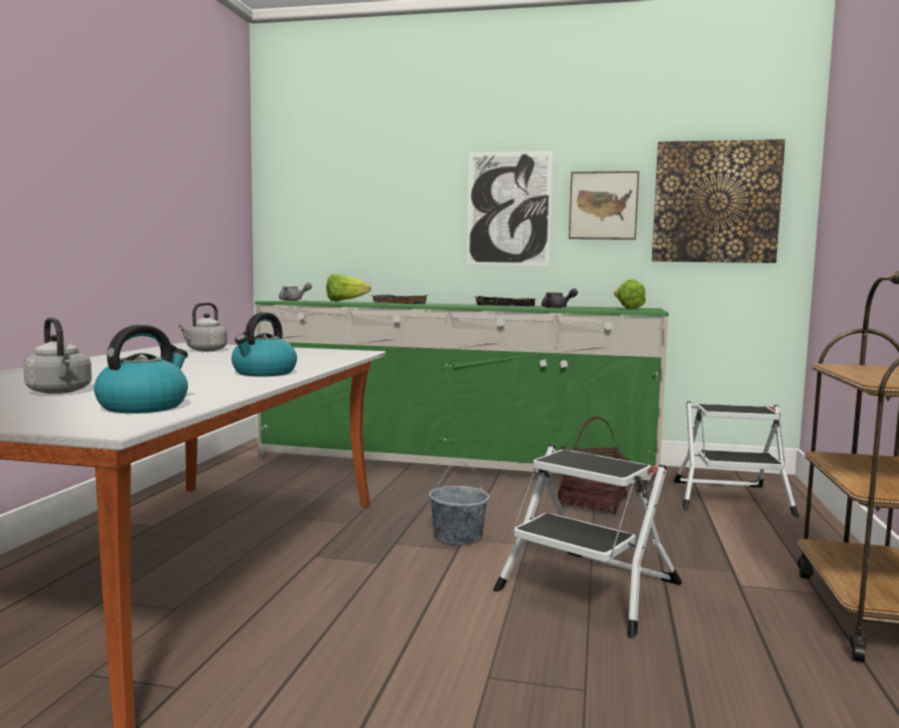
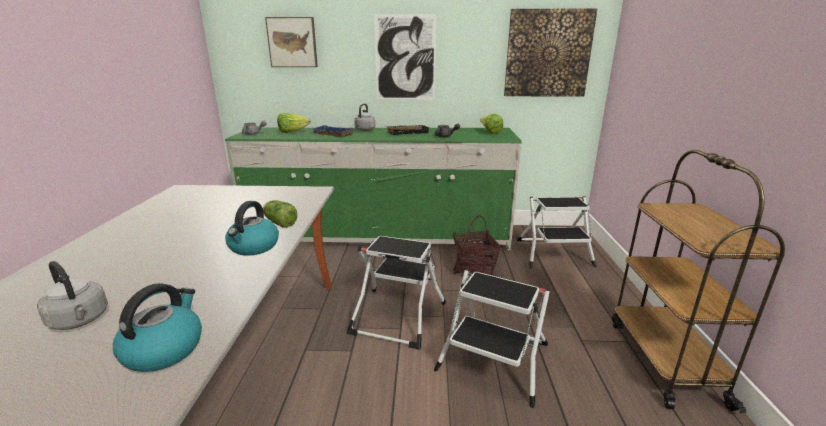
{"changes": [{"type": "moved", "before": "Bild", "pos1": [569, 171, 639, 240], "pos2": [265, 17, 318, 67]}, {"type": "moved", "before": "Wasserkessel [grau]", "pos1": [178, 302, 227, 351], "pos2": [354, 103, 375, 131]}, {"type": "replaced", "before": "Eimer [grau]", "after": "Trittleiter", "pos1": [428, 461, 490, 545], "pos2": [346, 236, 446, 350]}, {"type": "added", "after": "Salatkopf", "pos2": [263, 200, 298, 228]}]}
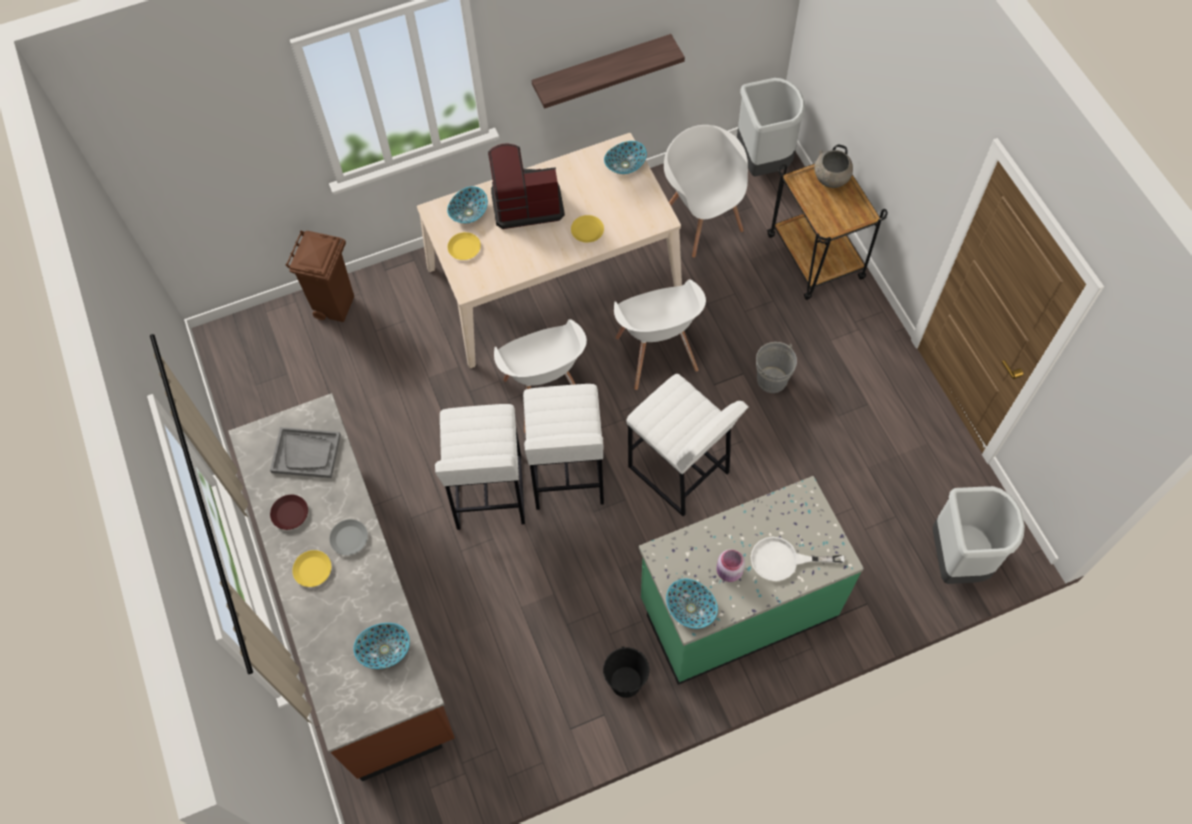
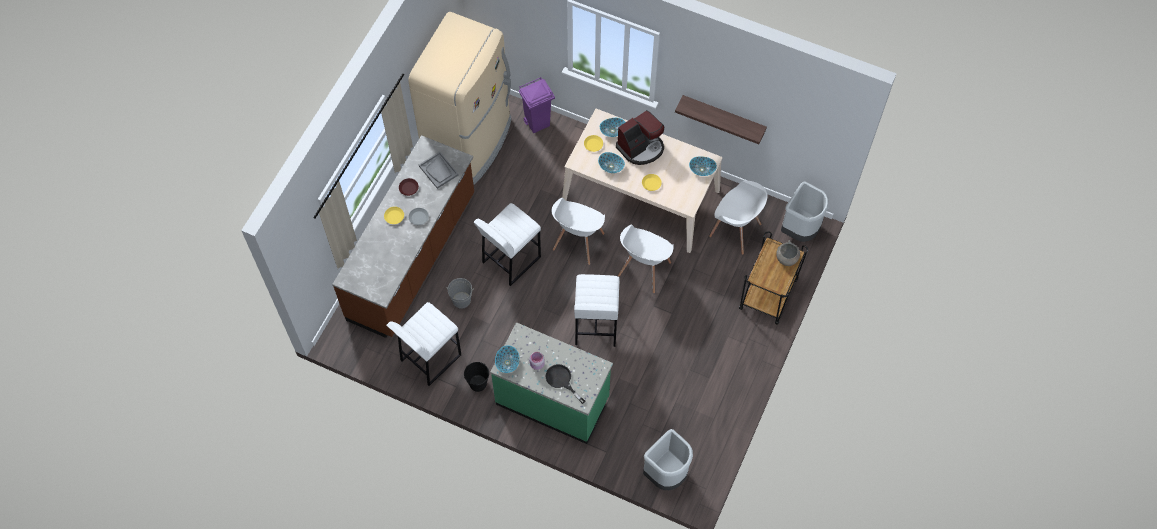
{"changes": [{"type": "turned", "before": "Stuhl [weiß]", "pos1": [664, 125, 748, 258], "pos2": [709, 181, 767, 255], "turn": 105}, {"type": "turned", "before": "Kaffeemaschine", "pos1": [488, 143, 565, 229], "pos2": [616, 110, 664, 165], "turn": 105}, {"type": "recoloured", "before": "Mülleimer [braun]", "after": "Mülleimer [lila]", "pos1": [286, 231, 354, 322], "pos2": [519, 77, 555, 133]}, {"type": "moved", "before": "Eimer [grau]", "pos1": [756, 342, 797, 393], "pos2": [446, 278, 474, 309]}, {"type": "moved", "before": "Hocker [weiß]", "pos1": [523, 384, 604, 510], "pos2": [386, 302, 461, 386]}, {"type": "recoloured", "before": "Pfanne [weiß]", "after": "Pfanne [schwarz]", "pos1": [751, 537, 844, 581], "pos2": [546, 364, 585, 404]}, {"type": "moved", "before": "Schüssel", "pos1": [353, 623, 410, 669], "pos2": [598, 152, 625, 173]}, {"type": "added", "after": "Kühlschrank [beige]", "pos2": [409, 12, 511, 185]}]}
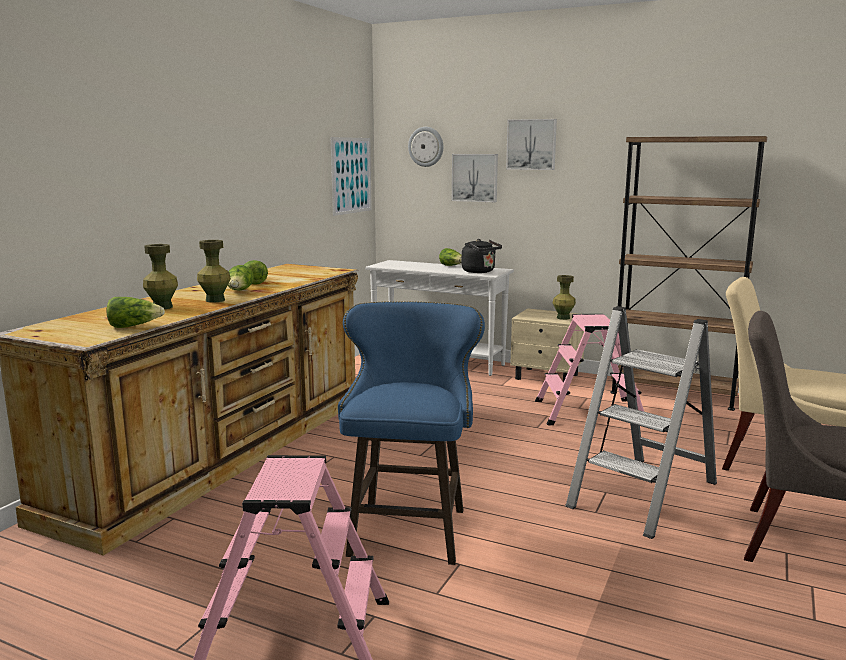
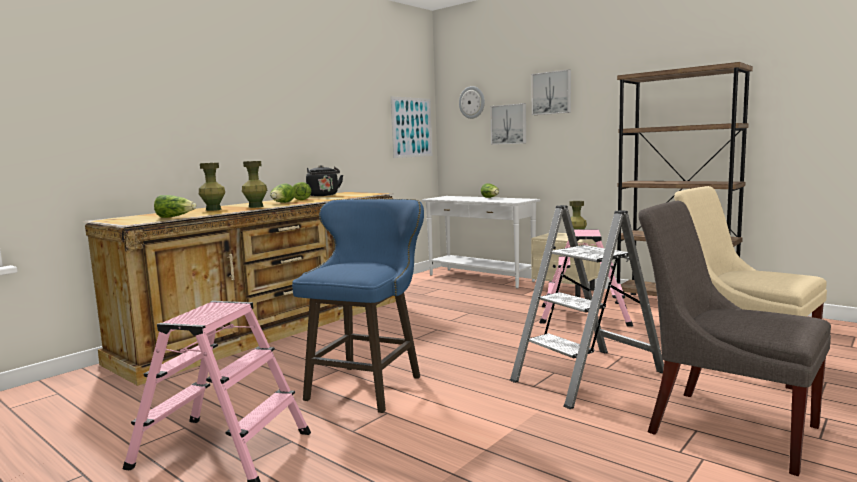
{"changes": [{"type": "moved", "before": "Wasserkessel [schwarz]", "pos1": [462, 239, 502, 273], "pos2": [306, 165, 343, 196]}]}
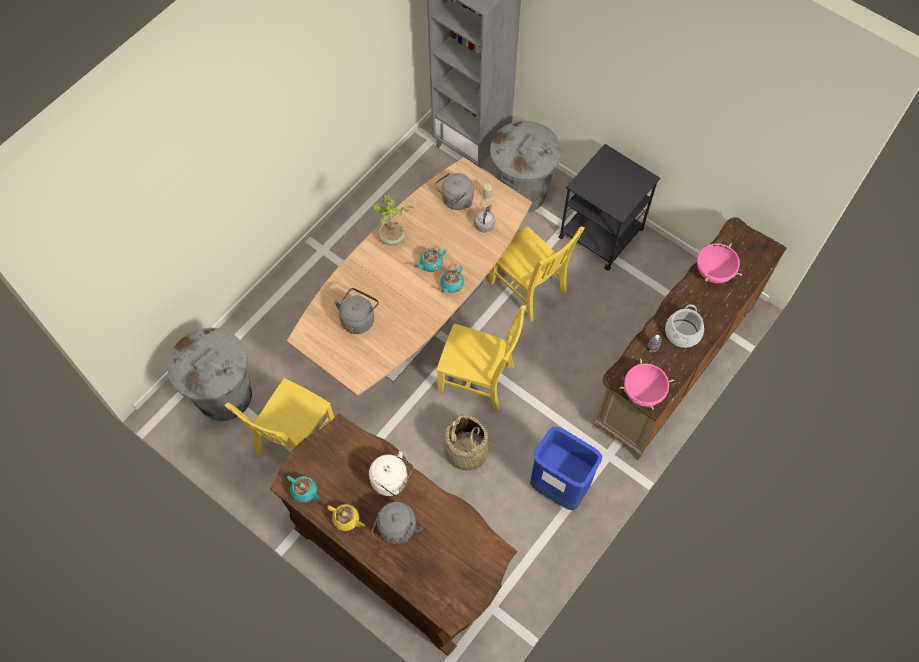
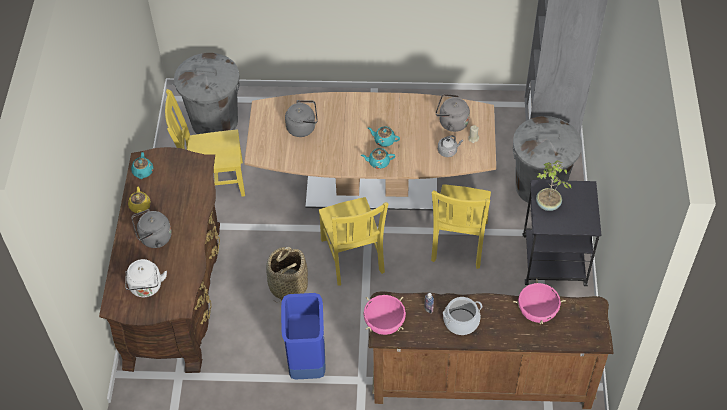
{"changes": [{"type": "moved", "before": "Topfpflanze", "pos1": [371, 194, 413, 245], "pos2": [536, 160, 572, 211]}, {"type": "moved", "before": "Wasserkessel [weiß]", "pos1": [369, 449, 414, 496], "pos2": [125, 259, 167, 297]}]}
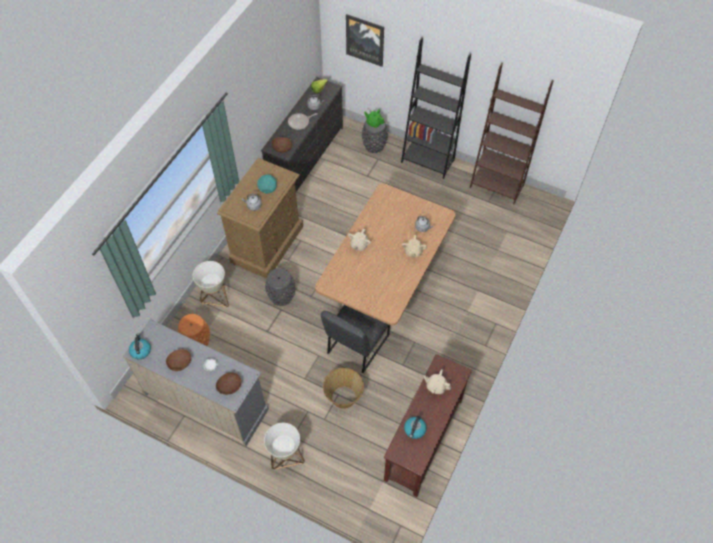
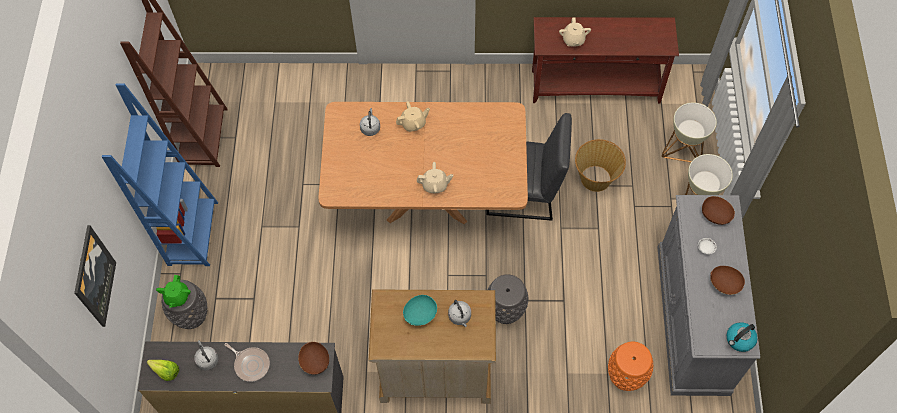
{"changes": [{"type": "recoloured", "before": "Bücherregal [schwarz]", "after": "Bücherregal [blau]", "pos1": [401, 37, 471, 179], "pos2": [102, 84, 218, 266]}, {"type": "moved", "before": "Pflanzkübel", "pos1": [193, 261, 229, 307], "pos2": [662, 102, 717, 162]}, {"type": "removed", "before": "Wasserkessel", "pos1": [404, 416, 427, 439]}]}
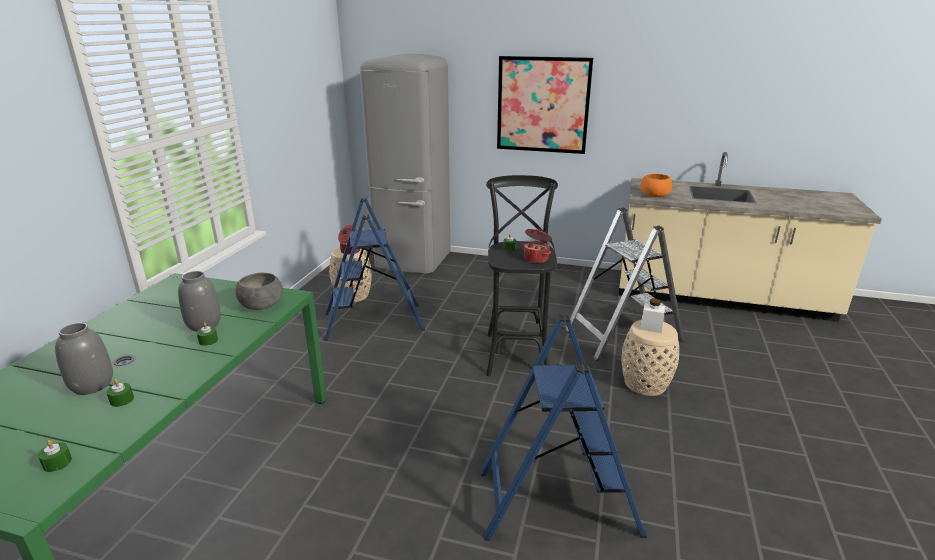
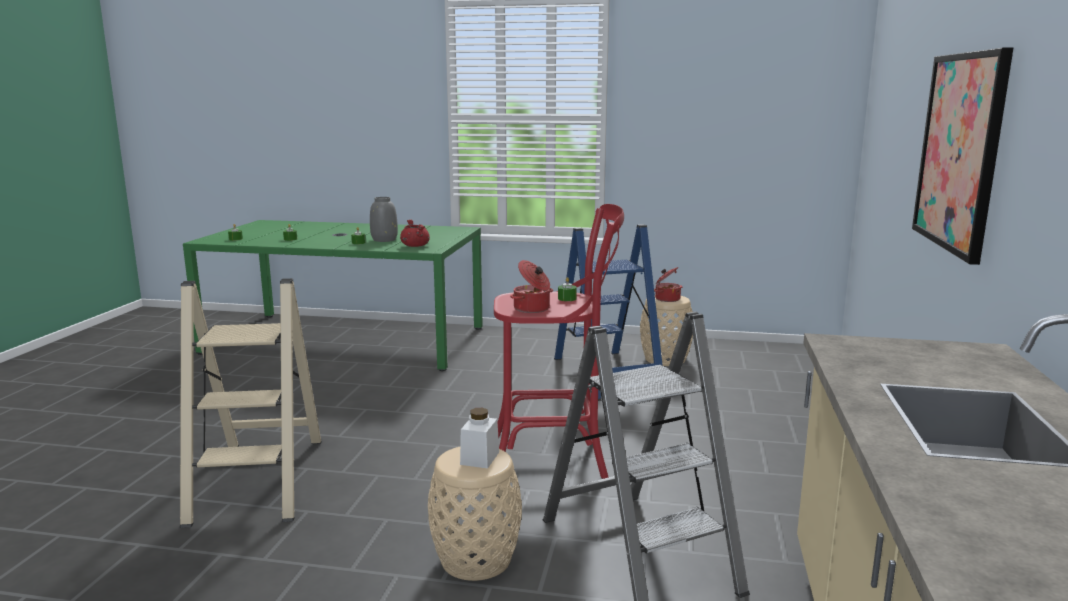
{"changes": [{"type": "removed", "before": "Kühlschrank [grau]", "pos1": [360, 54, 450, 273]}, {"type": "removed", "before": "Schüssel [orange]", "pos1": [641, 174, 672, 197]}, {"type": "recoloured", "before": "Hocker [schwarz]", "after": "Hocker [rot]", "pos1": [486, 175, 558, 376], "pos2": [494, 204, 624, 479]}, {"type": "replaced", "before": "Schüssel [grau]", "after": "Kochtopf [rot]", "pos1": [235, 273, 283, 310], "pos2": [400, 219, 430, 247]}, {"type": "recoloured", "before": "Trittleiter [blau]", "after": "Trittleiter [beige]", "pos1": [480, 315, 647, 541], "pos2": [180, 278, 322, 528]}, {"type": "removed", "before": "Vase [grau]", "pos1": [55, 323, 113, 395]}]}
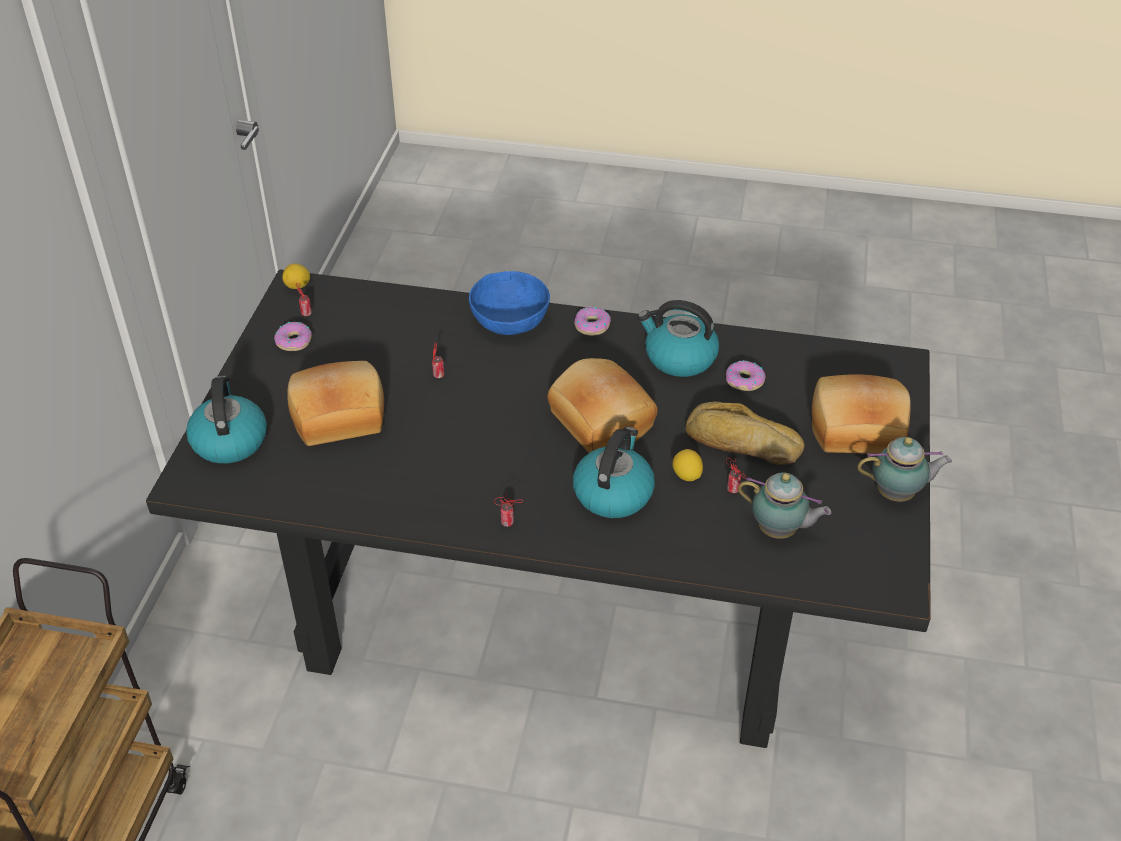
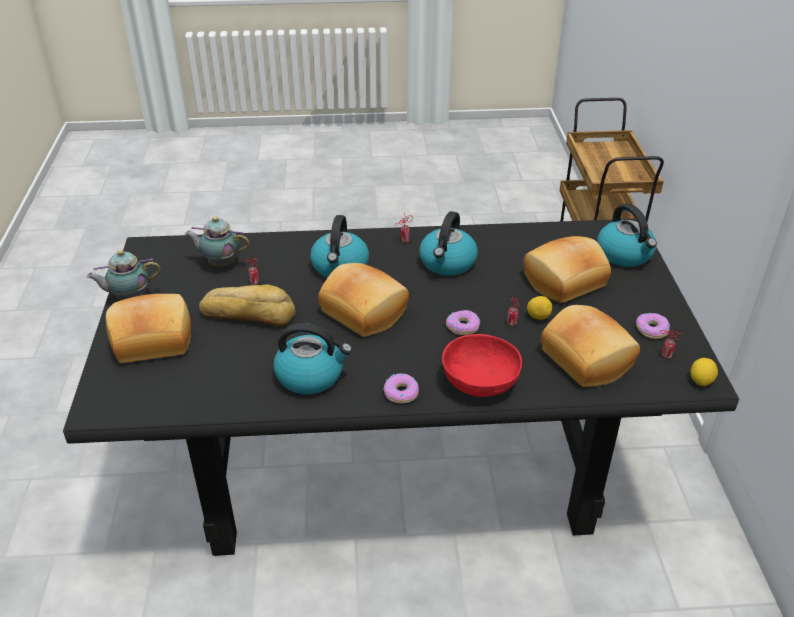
{"changes": [{"type": "recoloured", "before": "Schüssel [blau]", "after": "Schüssel [rot]", "pos1": [469, 271, 550, 335], "pos2": [442, 334, 522, 397]}, {"type": "moved", "before": "Donut", "pos1": [726, 360, 765, 391], "pos2": [446, 310, 480, 335]}, {"type": "moved", "before": "Zitrone", "pos1": [672, 449, 703, 481], "pos2": [527, 296, 552, 320]}, {"type": "added", "after": "Wasserkessel", "pos2": [419, 211, 478, 276]}, {"type": "added", "after": "Brot", "pos2": [541, 305, 640, 387]}]}
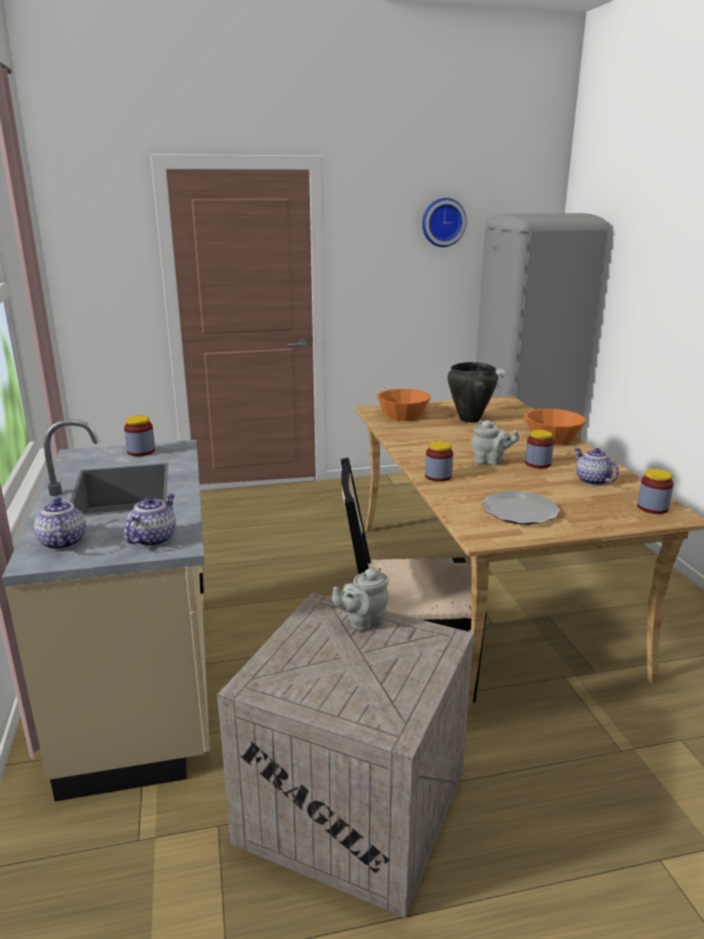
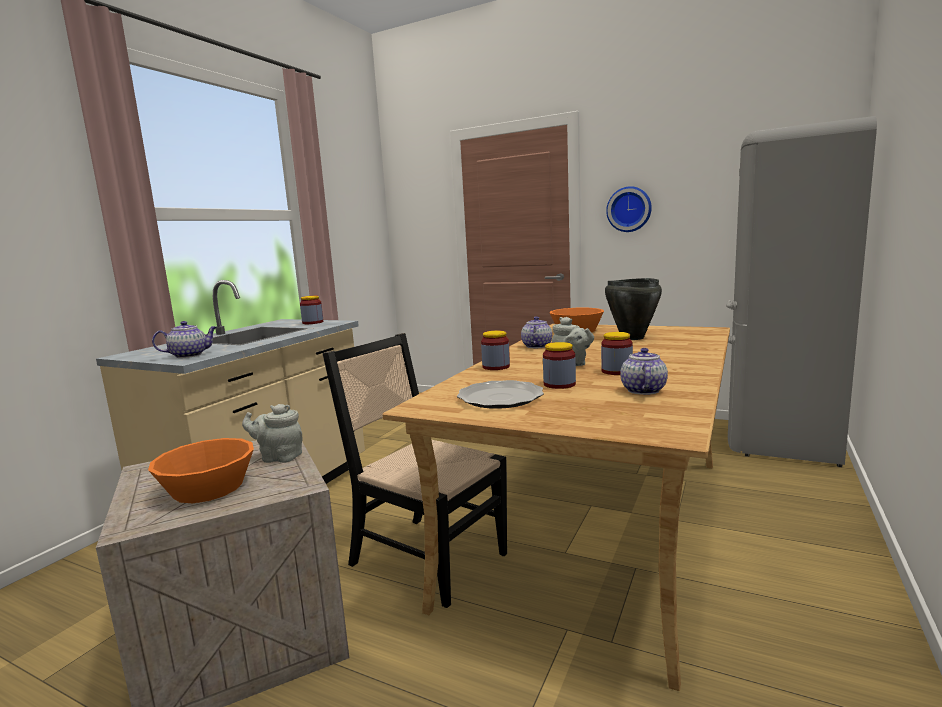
{"changes": [{"type": "moved", "before": "Wanduhr", "pos1": [422, 198, 467, 247], "pos2": [606, 186, 652, 232]}, {"type": "moved", "before": "Schüssel [orange]", "pos1": [525, 409, 586, 445], "pos2": [148, 438, 254, 503]}, {"type": "moved", "before": "Vorratsglas", "pos1": [637, 469, 674, 514], "pos2": [543, 342, 576, 389]}, {"type": "moved", "before": "Teekanne", "pos1": [34, 497, 86, 550], "pos2": [521, 316, 552, 348]}]}
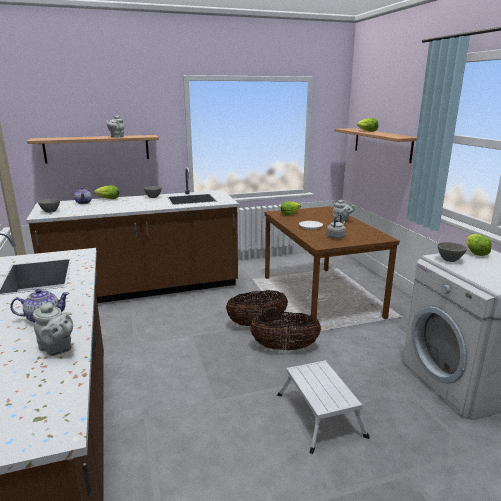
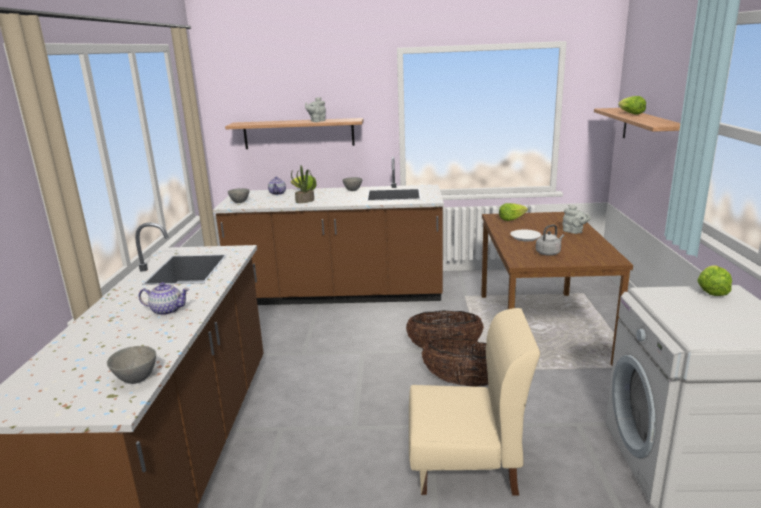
{"changes": [{"type": "moved", "before": "Schüssel [grau]", "pos1": [437, 242, 467, 262], "pos2": [107, 346, 156, 384]}, {"type": "removed", "before": "Teekanne [grau]", "pos1": [33, 302, 73, 356]}, {"type": "replaced", "before": "Trittleiter [weiß]", "after": "Stuhl [beige]", "pos1": [277, 360, 370, 454], "pos2": [409, 308, 540, 496]}, {"type": "added", "after": "Topfpflanze", "pos2": [291, 165, 315, 203]}]}
